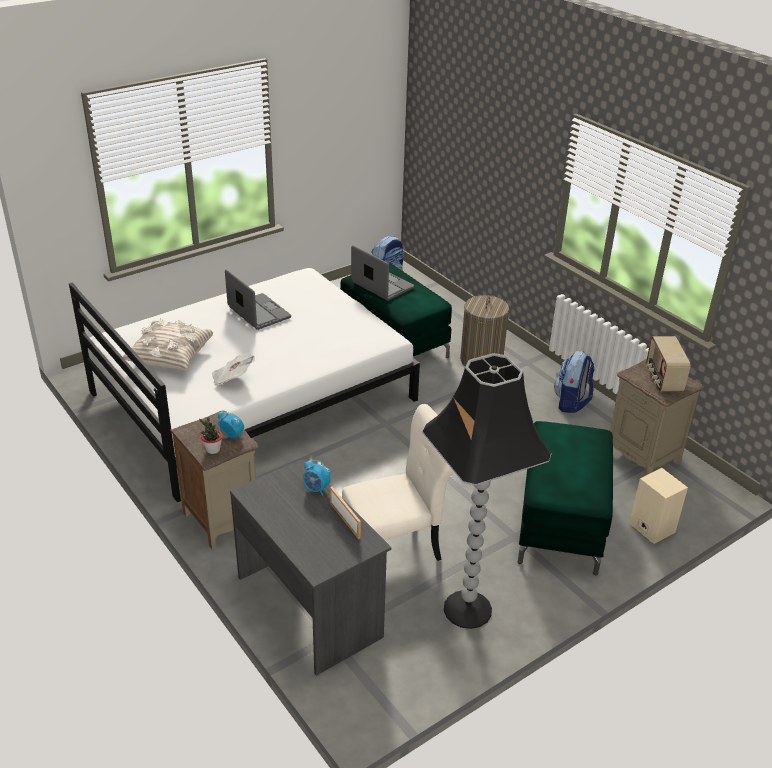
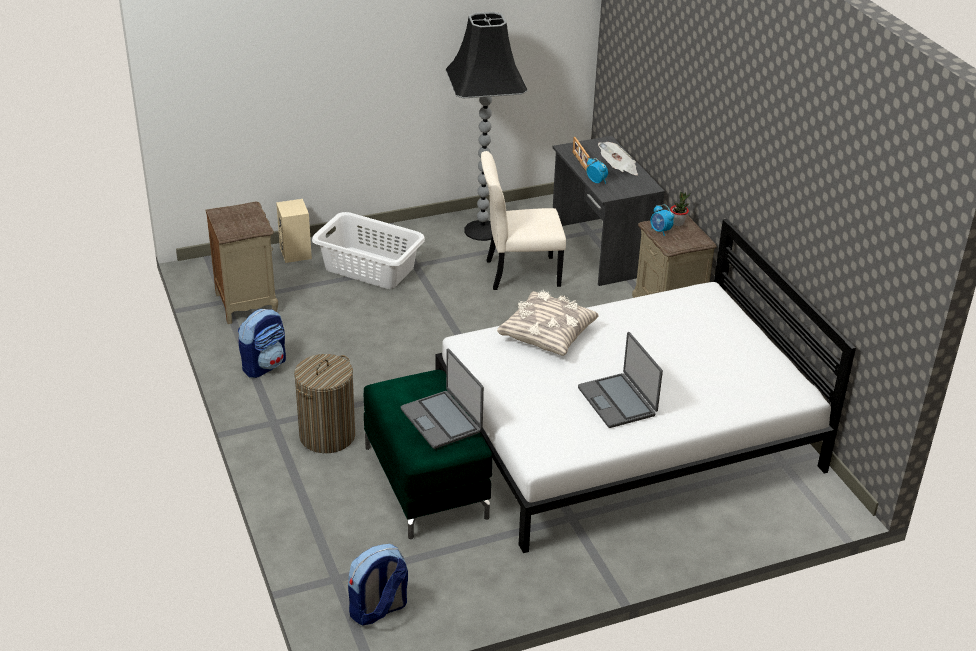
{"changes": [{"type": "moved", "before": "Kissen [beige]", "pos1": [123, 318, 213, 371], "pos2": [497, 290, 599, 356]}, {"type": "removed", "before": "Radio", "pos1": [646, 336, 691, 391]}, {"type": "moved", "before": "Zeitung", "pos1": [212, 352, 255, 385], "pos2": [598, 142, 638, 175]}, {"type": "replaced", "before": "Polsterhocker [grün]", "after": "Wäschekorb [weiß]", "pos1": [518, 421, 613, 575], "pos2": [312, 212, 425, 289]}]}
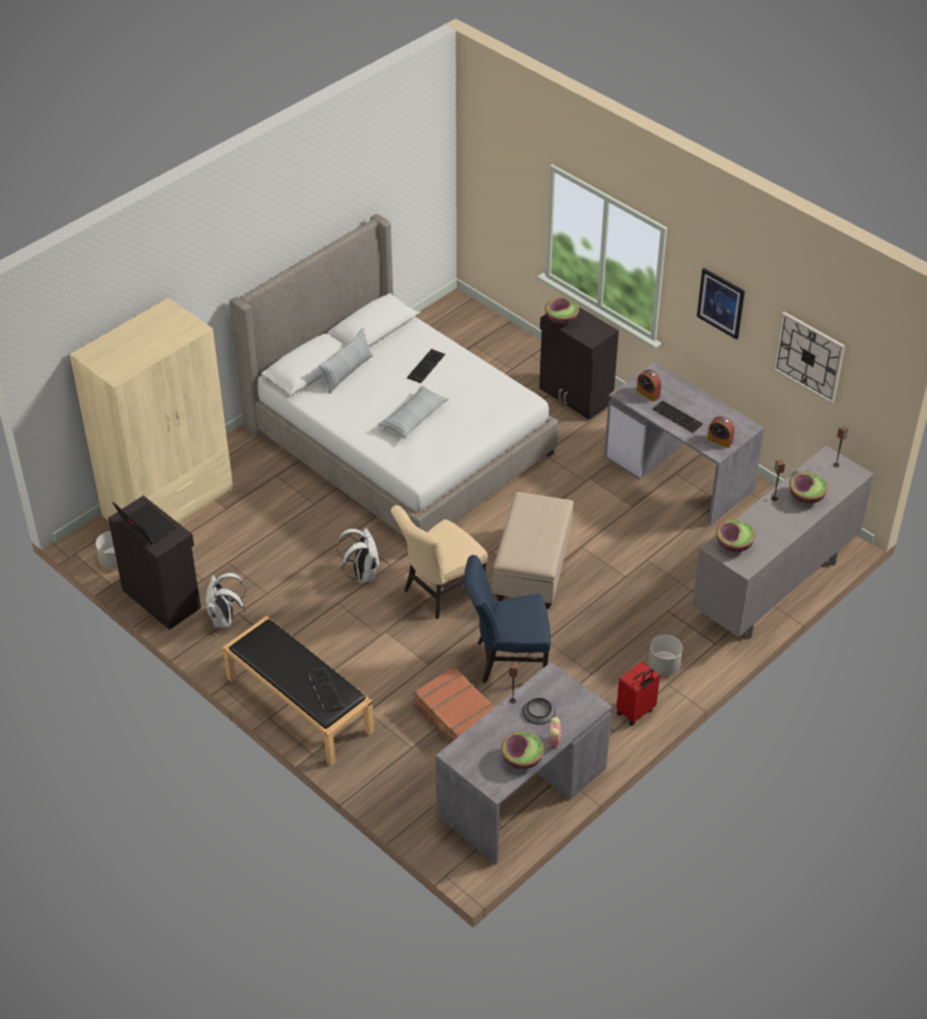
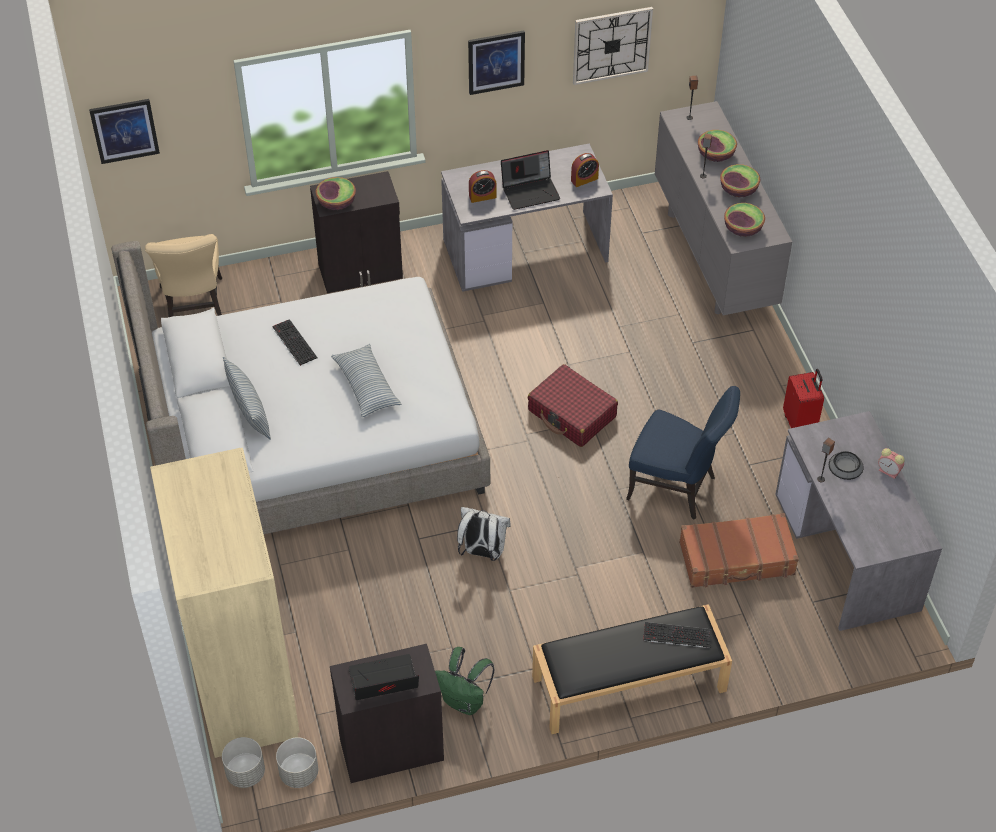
{"changes": [{"type": "replaced", "before": "Tastatur", "after": "Laptop", "pos1": [652, 400, 703, 433], "pos2": [501, 150, 560, 210]}, {"type": "replaced", "before": "Polsterhocker [beige]", "after": "Koffer [rot]", "pos1": [493, 492, 574, 609], "pos2": [528, 364, 618, 447]}, {"type": "moved", "before": "Stuhl [beige]", "pos1": [391, 505, 488, 619], "pos2": [145, 234, 222, 317]}, {"type": "turned", "before": "Stuhl [blau]", "pos1": [464, 555, 551, 683], "pos2": [626, 386, 740, 520], "turn": -90}, {"type": "recoloured", "before": "Rucksack [weiß]", "after": "Rucksack [grün]", "pos1": [205, 573, 246, 628], "pos2": [435, 647, 495, 715]}, {"type": "moved", "before": "Pflanzkübel [grau]", "pos1": [649, 635, 683, 676], "pos2": [222, 737, 265, 788]}, {"type": "moved", "before": "Schüssel", "pos1": [501, 731, 544, 769], "pos2": [720, 164, 760, 198]}, {"type": "added", "after": "Bild", "pos2": [89, 99, 160, 164]}]}
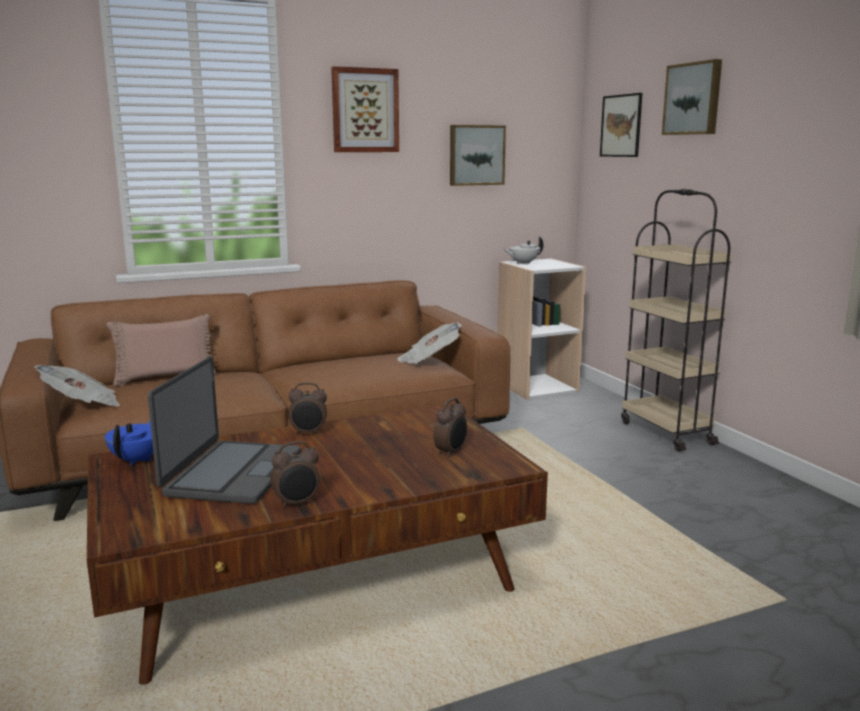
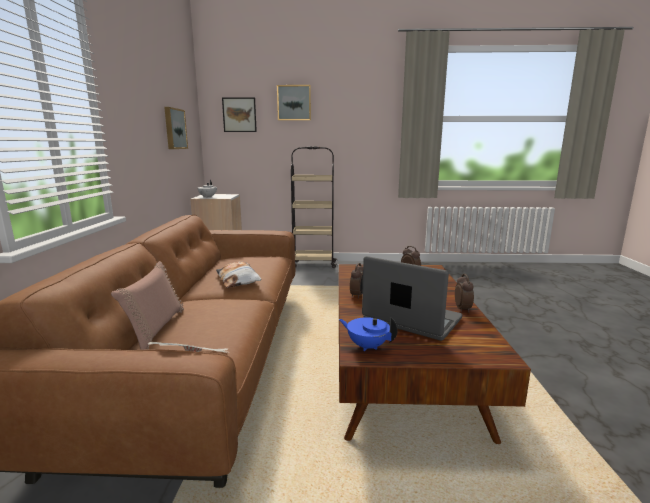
{"changes": [{"type": "removed", "before": "Bild", "pos1": [331, 66, 399, 152]}, {"type": "removed", "before": "Zeitung", "pos1": [397, 323, 462, 364]}, {"type": "added", "after": "Kissen", "pos2": [216, 262, 262, 288]}]}
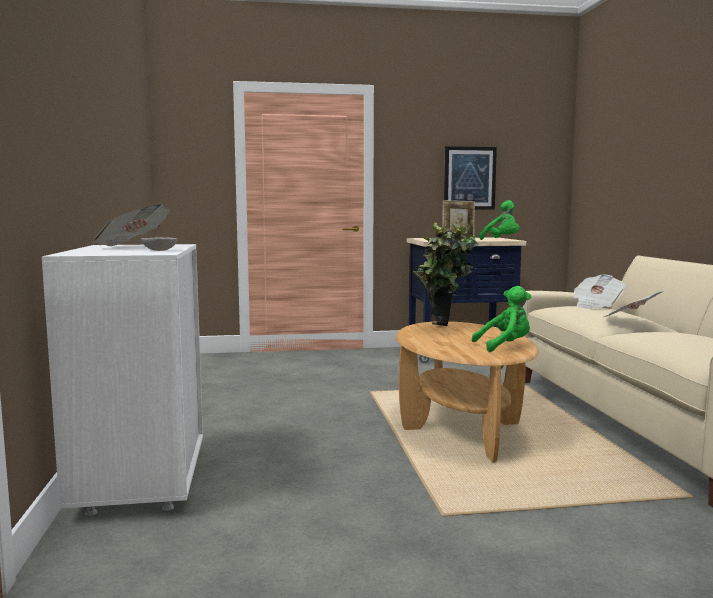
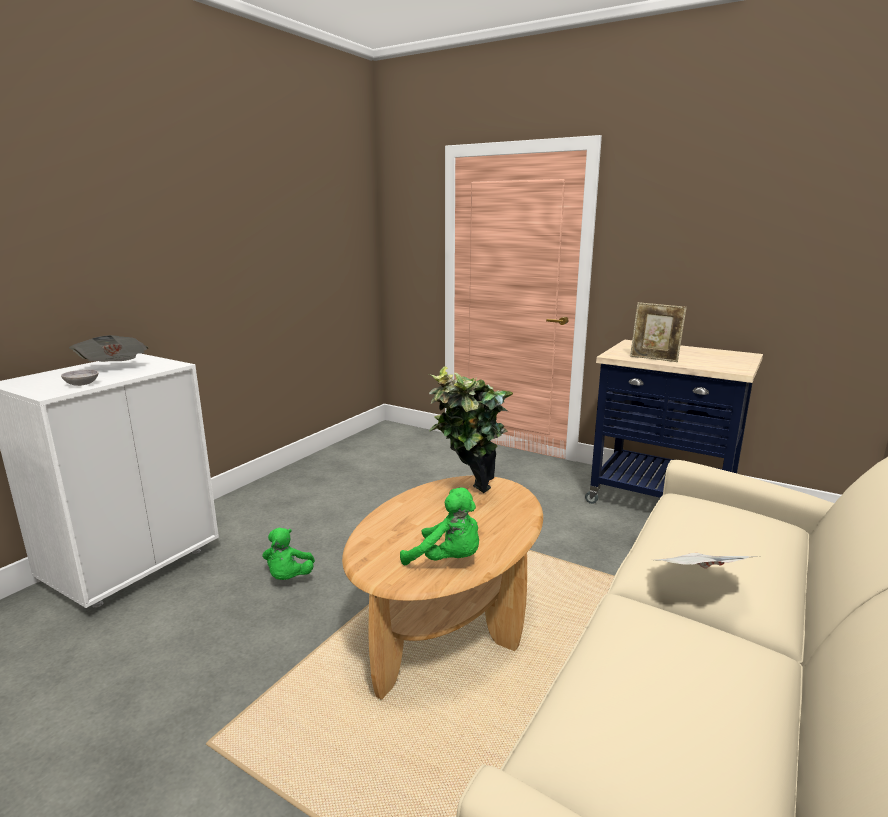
{"changes": [{"type": "removed", "before": "Bild", "pos1": [444, 146, 497, 209]}, {"type": "moved", "before": "Plüschtier [grün]", "pos1": [479, 200, 519, 240], "pos2": [262, 527, 315, 580]}, {"type": "removed", "before": "Zeitung", "pos1": [574, 274, 627, 309]}]}
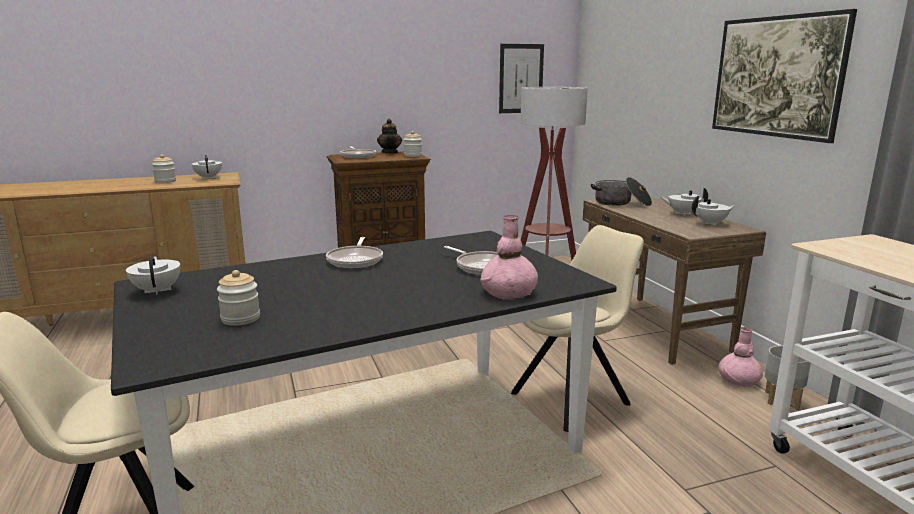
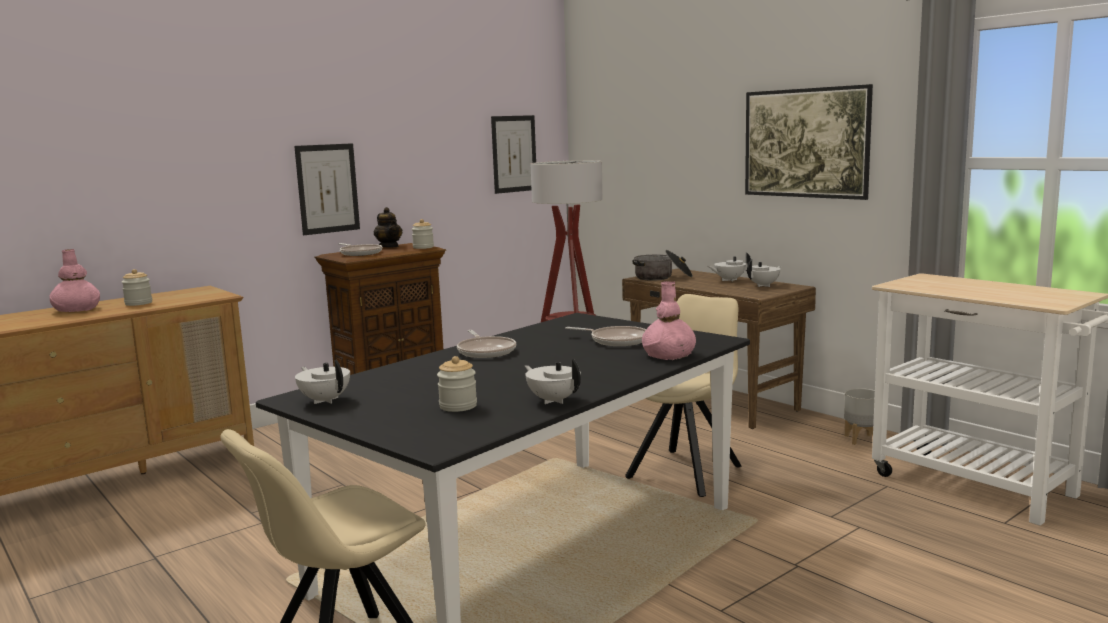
{"changes": [{"type": "moved", "before": "Teekanne [weiß]", "pos1": [192, 155, 222, 179], "pos2": [525, 359, 581, 404]}, {"type": "moved", "before": "Vase [rosa]", "pos1": [718, 327, 763, 387], "pos2": [49, 249, 100, 312]}, {"type": "added", "after": "Bild", "pos2": [294, 143, 360, 235]}]}
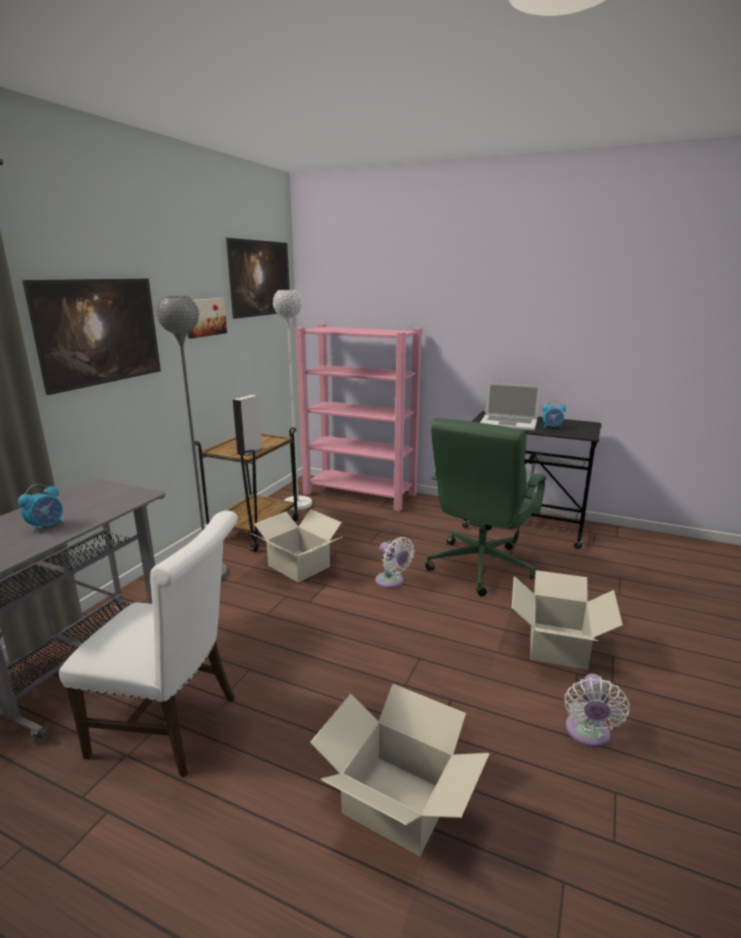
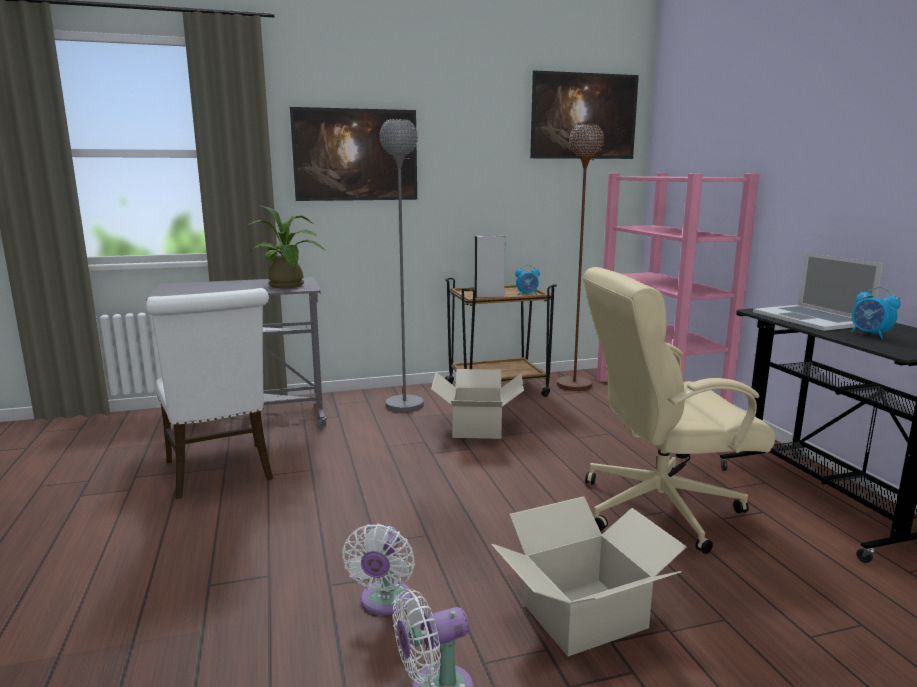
{"changes": [{"type": "recoloured", "before": "Stehlampe [weiß]", "after": "Stehlampe [braun]", "pos1": [273, 290, 312, 510], "pos2": [557, 124, 604, 391]}, {"type": "removed", "before": "Bild", "pos1": [188, 298, 227, 338]}, {"type": "recoloured", "before": "Bürostuhl [grün]", "after": "Bürostuhl [beige]", "pos1": [425, 418, 546, 596], "pos2": [583, 267, 775, 554]}, {"type": "moved", "before": "Wecker", "pos1": [18, 484, 63, 533], "pos2": [515, 265, 540, 295]}, {"type": "moved", "before": "Ventilator [weiß]", "pos1": [375, 537, 414, 588], "pos2": [342, 524, 415, 616]}, {"type": "removed", "before": "Karton", "pos1": [310, 684, 489, 856]}, {"type": "added", "after": "Topfpflanze", "pos2": [247, 206, 327, 288]}]}
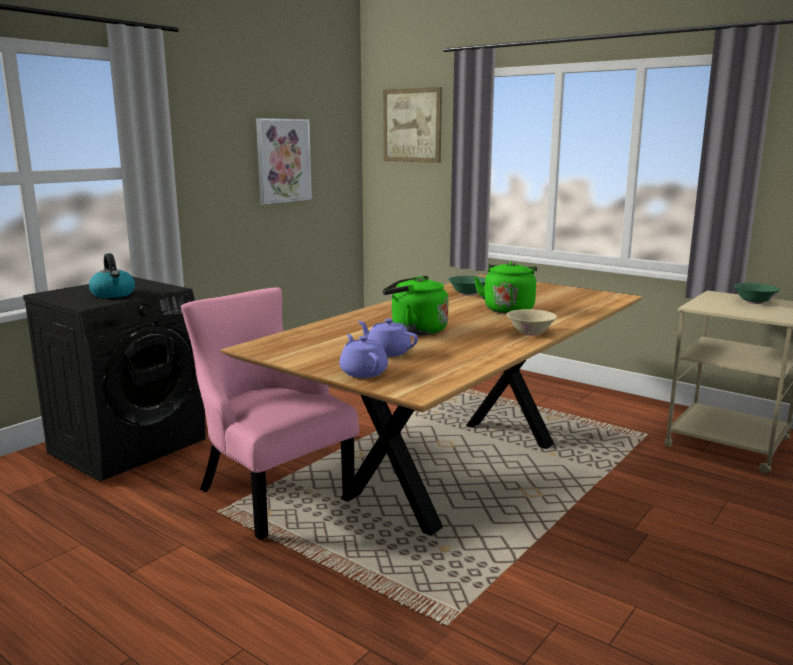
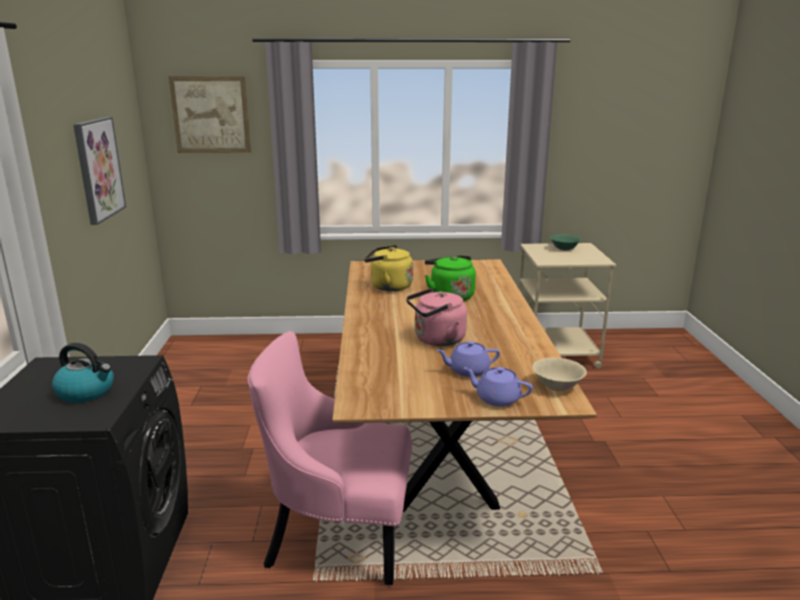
{"changes": [{"type": "recoloured", "before": "Wasserkessel [grün]", "after": "Wasserkessel [rosa]", "pos1": [382, 276, 448, 335], "pos2": [406, 288, 467, 346]}, {"type": "replaced", "before": "Schüssel [grün]", "after": "Wasserkessel [gelb]", "pos1": [448, 276, 485, 296], "pos2": [364, 245, 413, 291]}, {"type": "moved", "before": "Schüssel [beige]", "pos1": [506, 309, 557, 336], "pos2": [532, 358, 587, 391]}]}
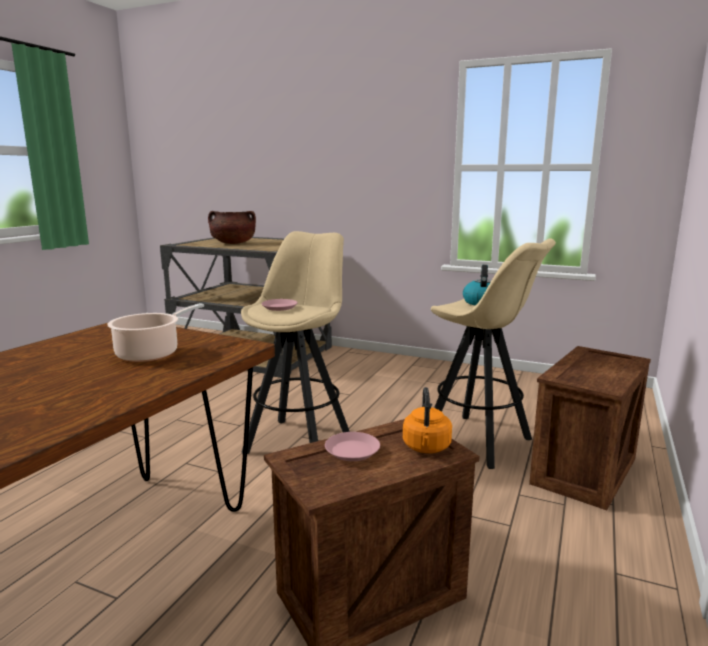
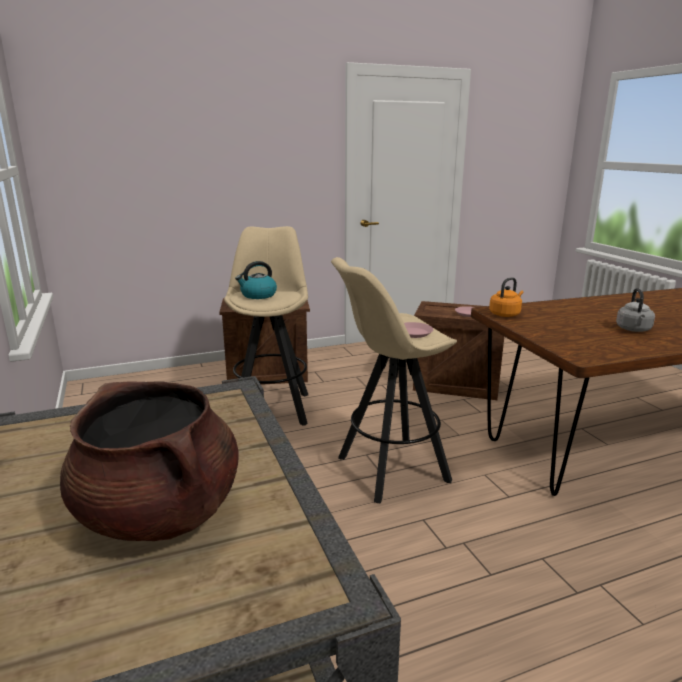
{"changes": [{"type": "removed", "before": "Kochtopf", "pos1": [107, 303, 204, 362]}, {"type": "moved", "before": "Wasserkessel [orange]", "pos1": [403, 387, 452, 453], "pos2": [489, 277, 523, 317]}, {"type": "added", "after": "Wasserkessel [grau]", "pos2": [616, 288, 655, 332]}]}
